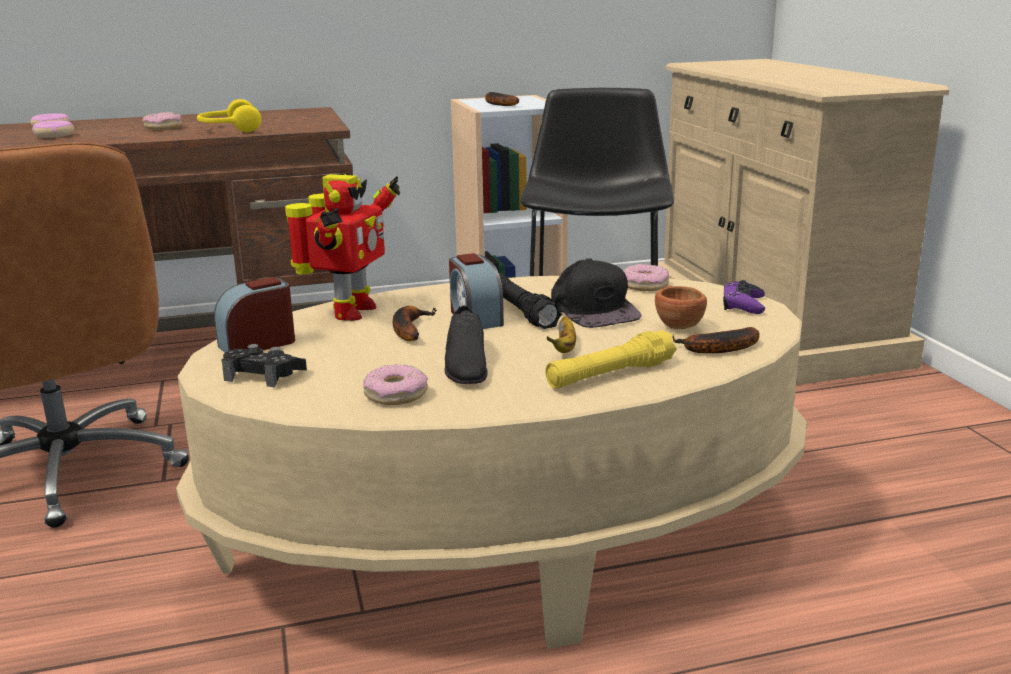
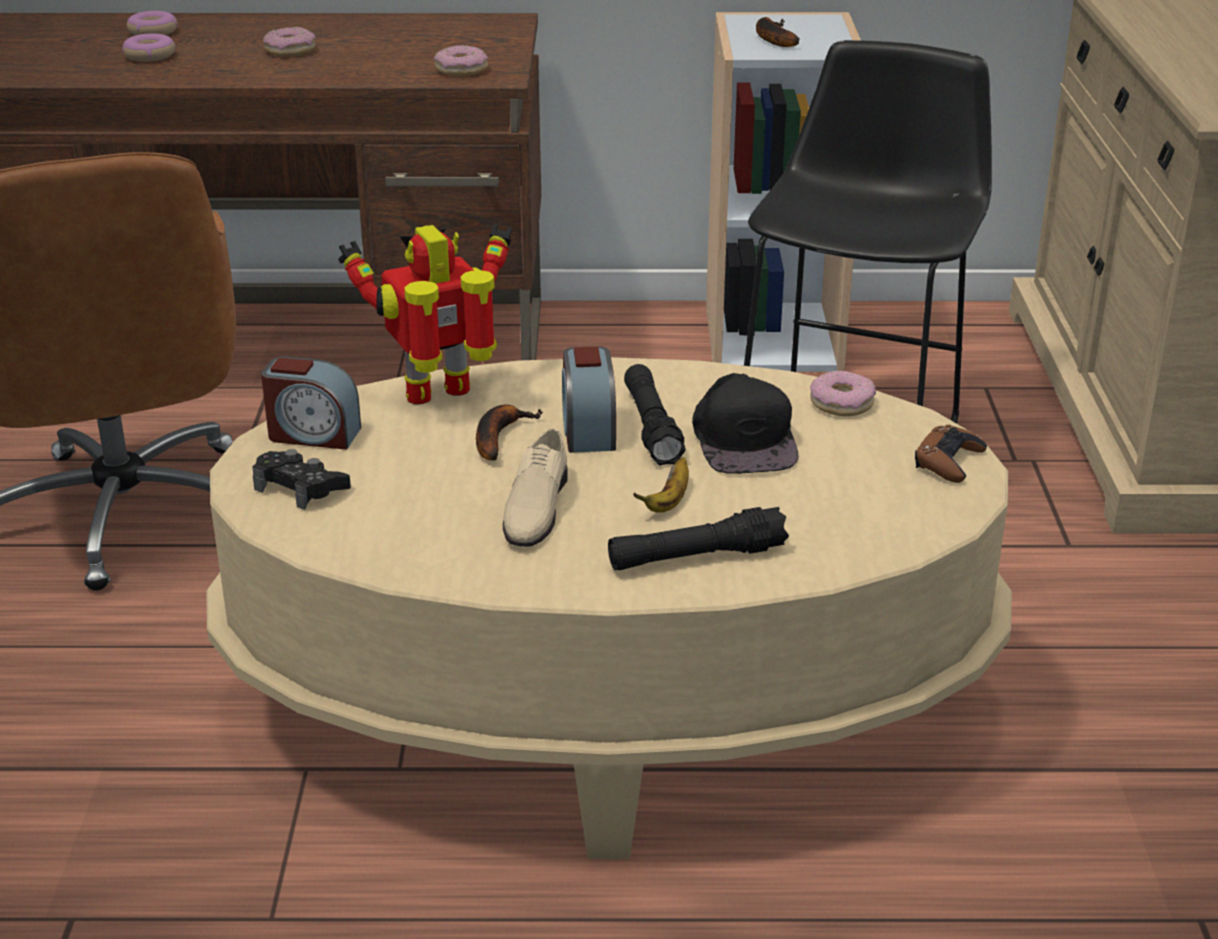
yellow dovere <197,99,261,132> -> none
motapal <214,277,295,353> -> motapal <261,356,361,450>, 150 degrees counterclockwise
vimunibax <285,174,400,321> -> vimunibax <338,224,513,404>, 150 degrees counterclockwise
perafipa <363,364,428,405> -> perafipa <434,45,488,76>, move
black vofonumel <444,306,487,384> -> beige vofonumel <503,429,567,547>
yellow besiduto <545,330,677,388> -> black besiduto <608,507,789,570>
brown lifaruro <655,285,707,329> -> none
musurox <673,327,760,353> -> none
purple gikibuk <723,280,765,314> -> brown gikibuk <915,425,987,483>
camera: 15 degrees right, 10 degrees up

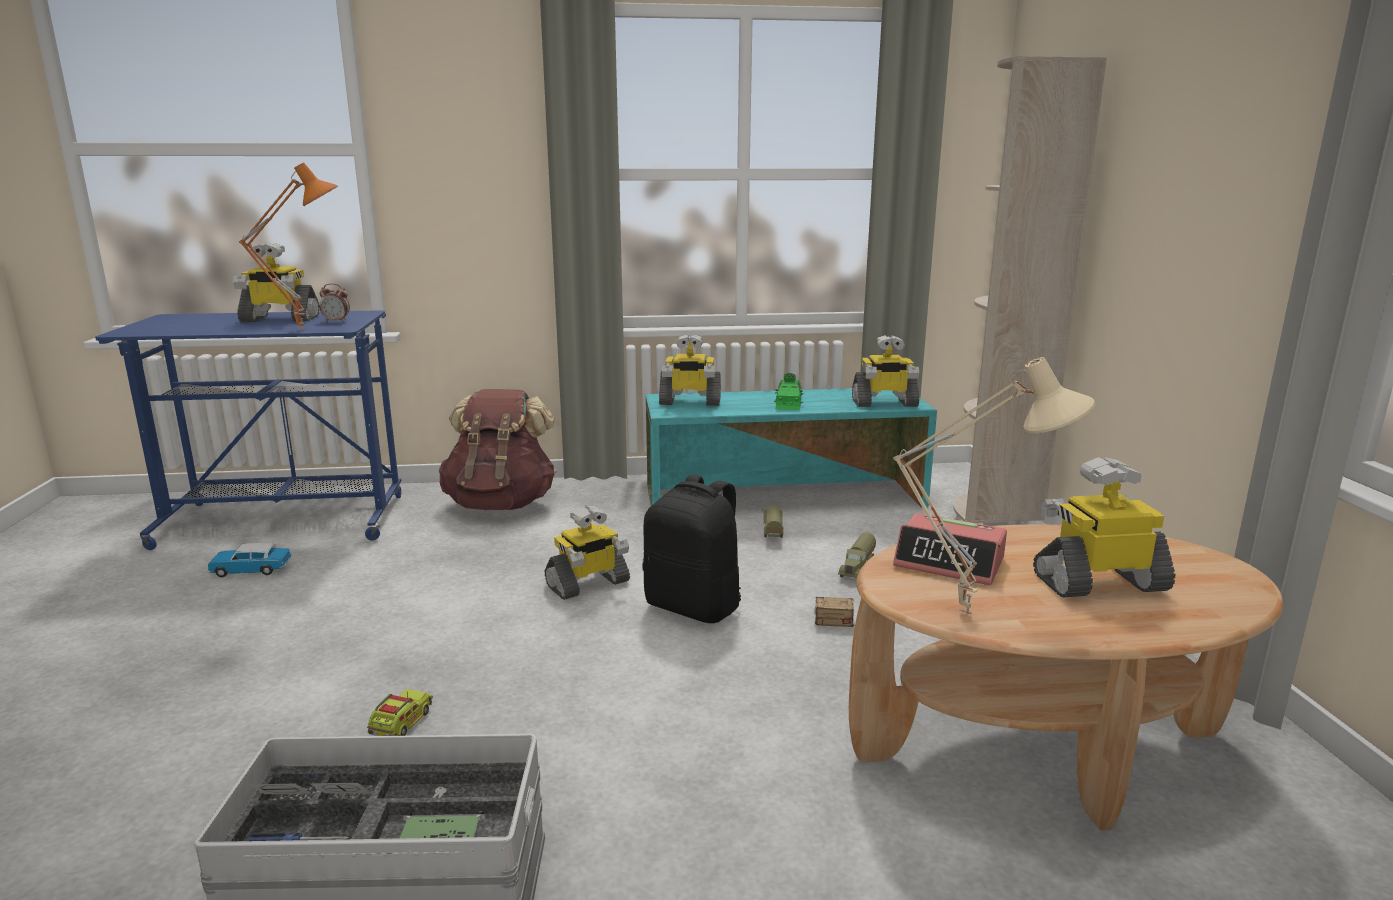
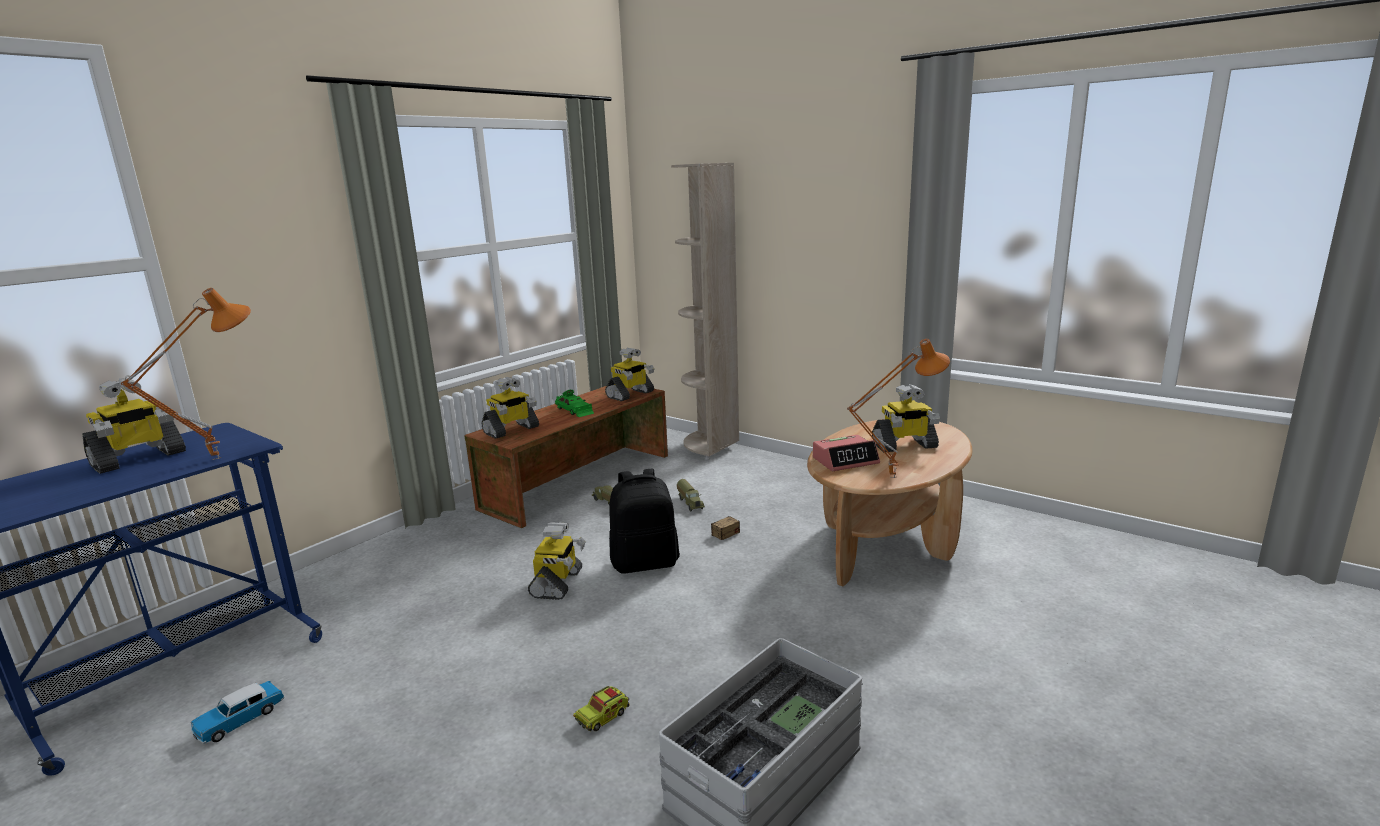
motapal <319,284,350,322> -> none
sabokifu <367,689,433,736> -> sabokifu <573,686,629,731>, 105 degrees counterclockwise
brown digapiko <439,389,556,510> -> none
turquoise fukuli <646,388,937,508> -> brown fukuli <464,386,668,528>
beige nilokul <893,357,1095,614> -> orange nilokul <847,339,950,478>
vimunibax <1033,457,1175,597> -> vimunibax <872,384,940,452>, 135 degrees counterclockwise
camera: 45 degrees left, 0 degrees up

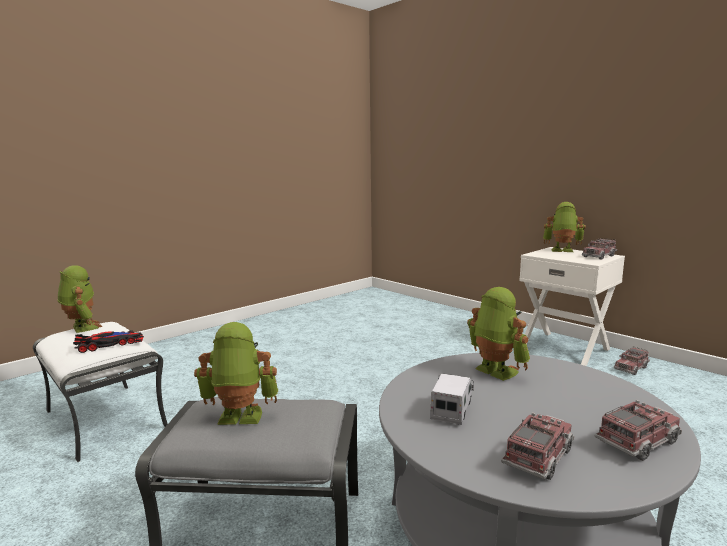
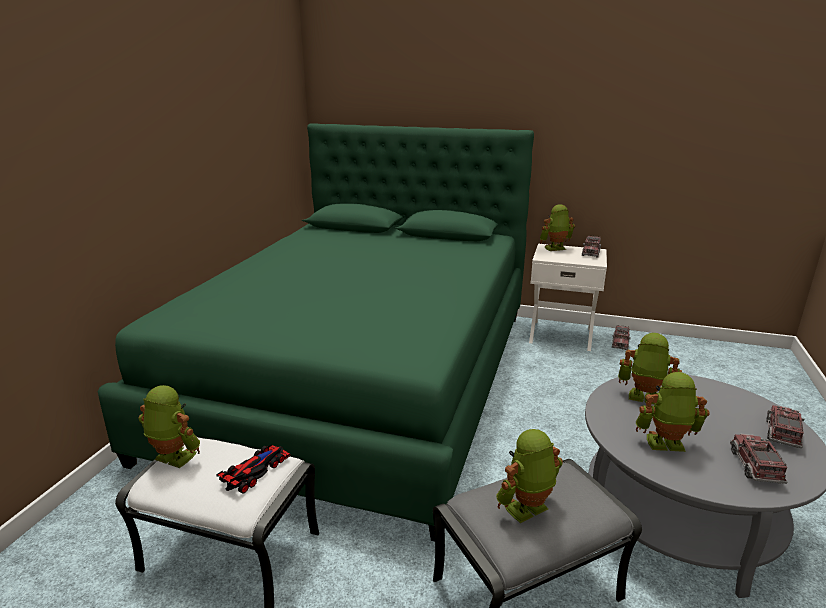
sabokifu <430,373,474,425> -> vimunibax <636,372,710,452>
none -> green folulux <98,123,534,542>
camera: 30 degrees left, 10 degrees up

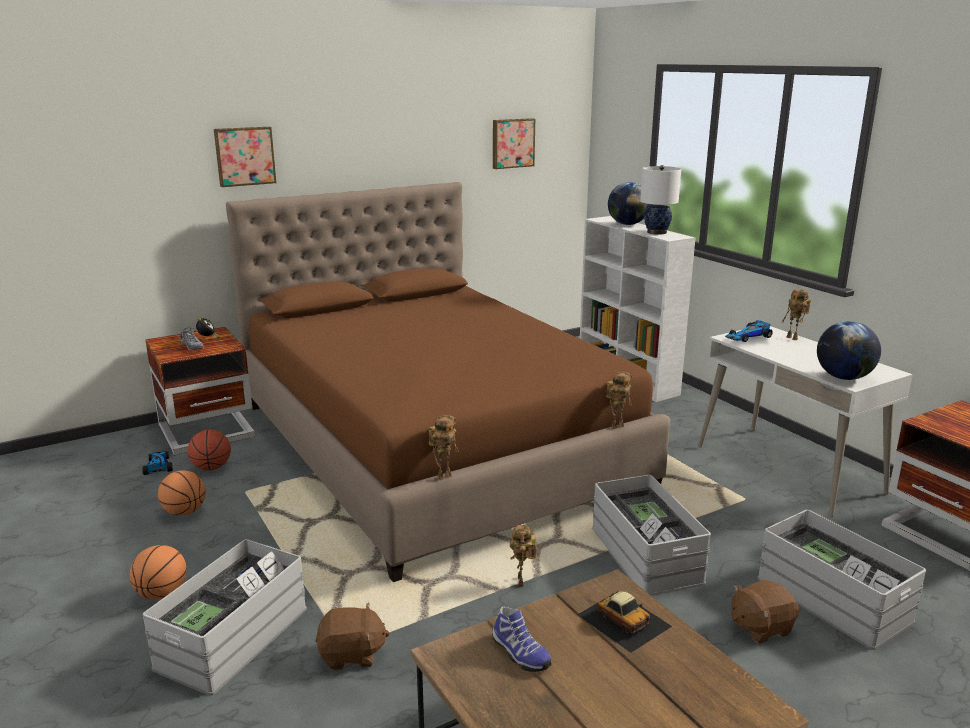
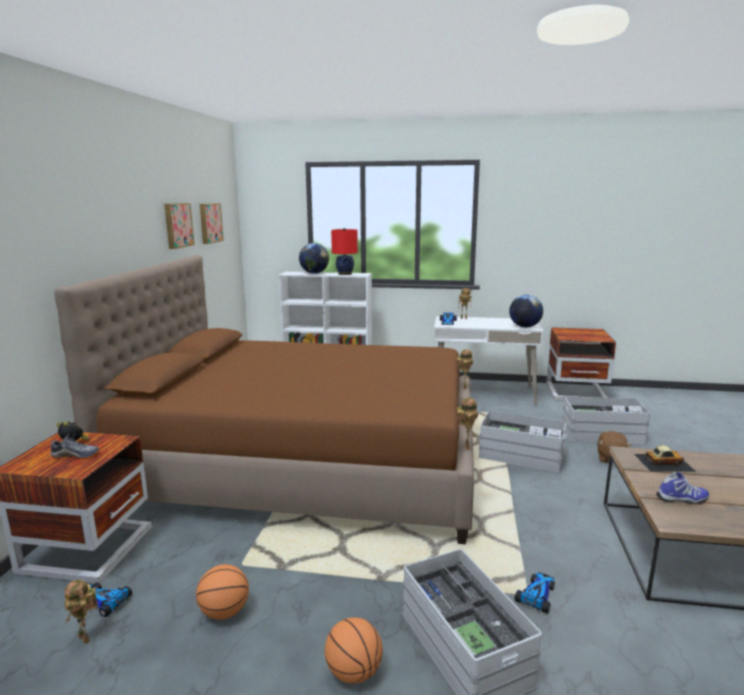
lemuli <188,430,231,470> -> none
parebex <214,127,276,187> -> parebex <164,203,195,249>, move
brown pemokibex <315,602,390,670> -> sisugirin <515,572,555,614>
vimunibax <510,525,537,587> -> vimunibax <64,579,98,644>, move
white nilokul <640,165,681,235> -> red nilokul <331,228,358,275>
camera: 50 degrees left, 5 degrees down

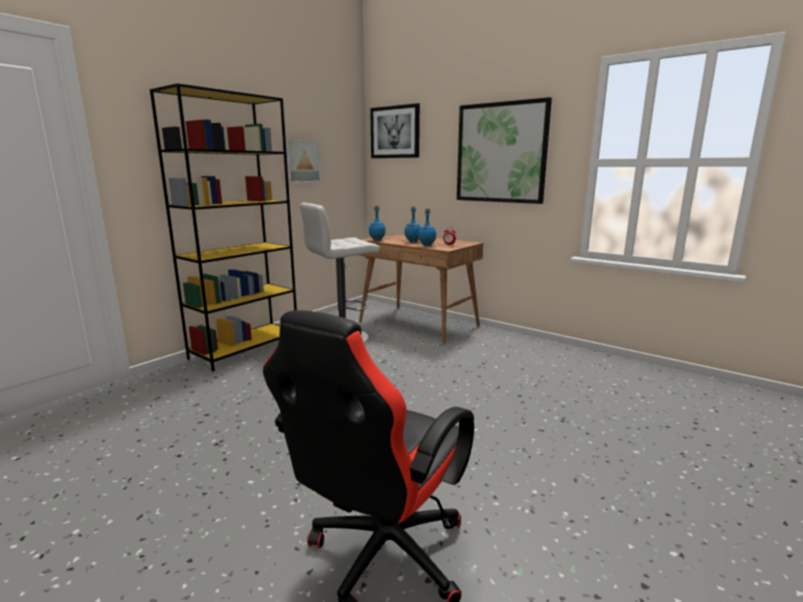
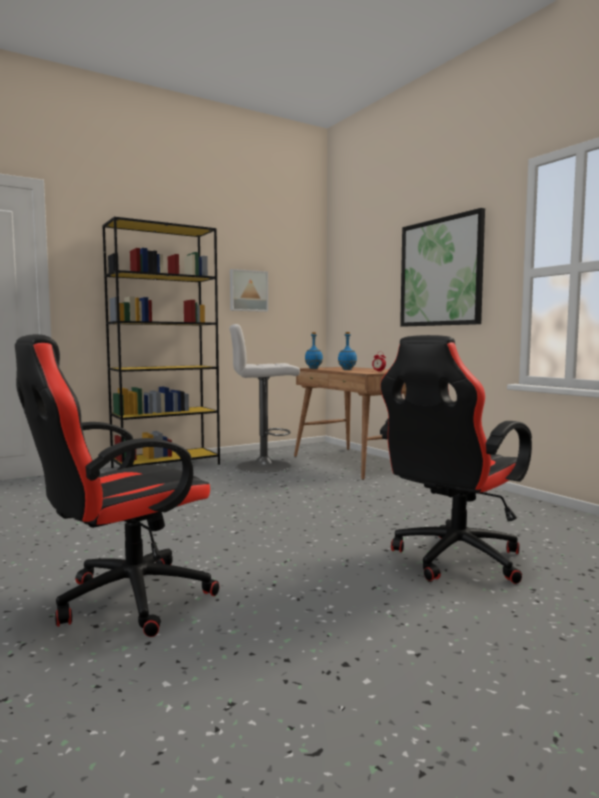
parebex <370,103,420,158> -> none
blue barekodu <418,208,436,246> -> none
none -> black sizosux <380,335,532,584>
camera: 20 degrees right, 10 degrees down

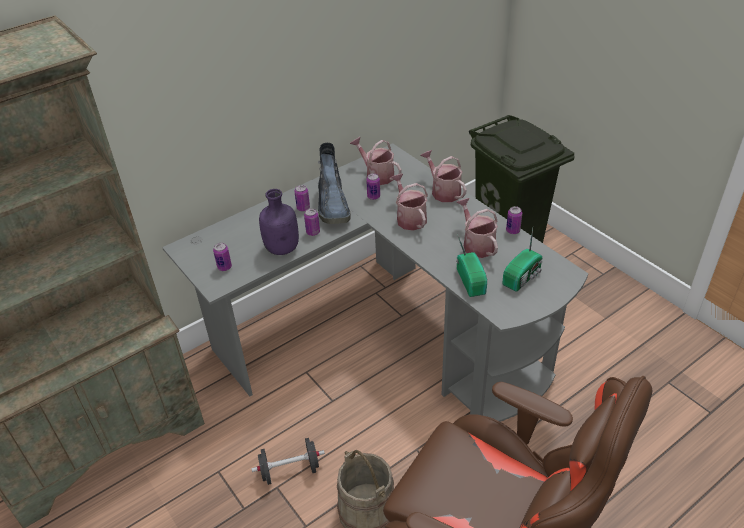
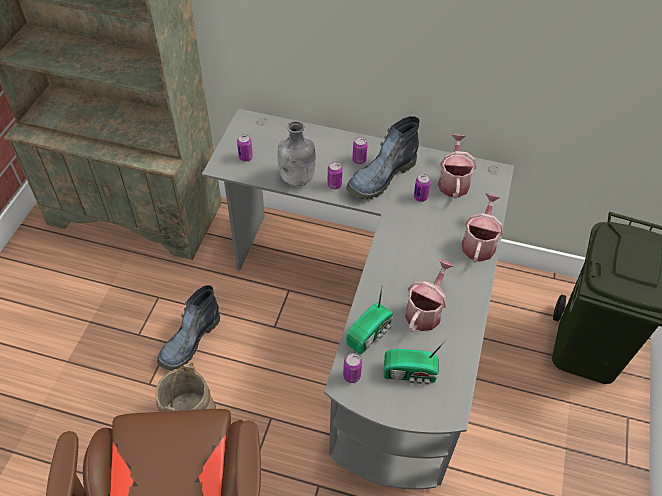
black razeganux <251,438,325,485> -> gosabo <157,285,220,371>
purple barekodu <259,189,299,255> -> grey barekodu <277,121,316,186>
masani <391,174,428,231> -> none
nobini <506,206,522,234> -> nobini <343,353,362,383>, move
camera: 50 degrees right, 10 degrees up

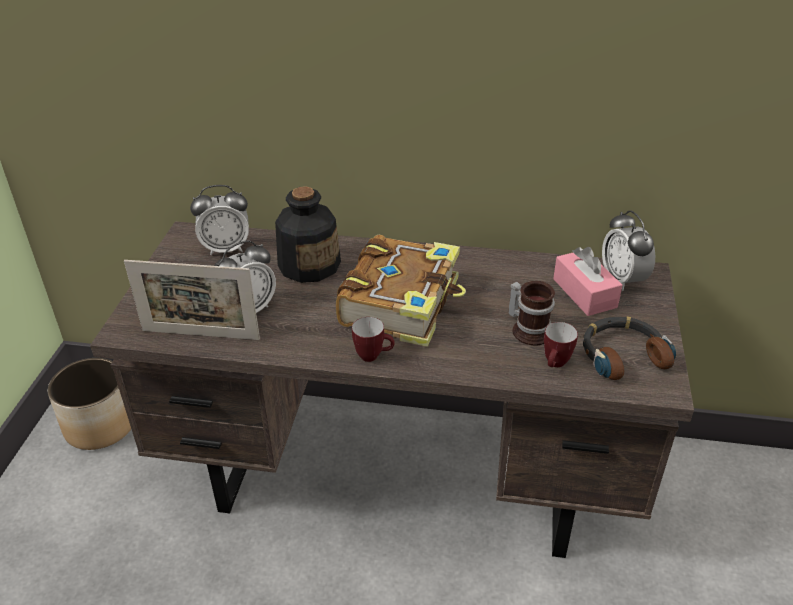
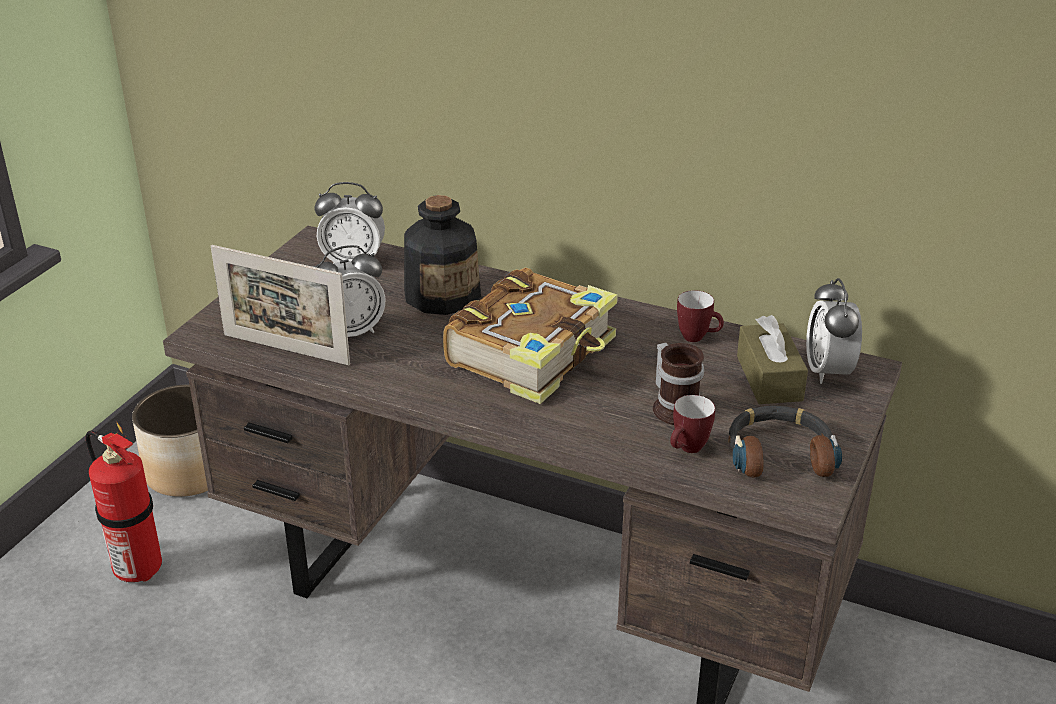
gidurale <352,317,395,362> -> gidurale <677,290,724,342>, move
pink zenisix <553,247,622,316> -> brown zenisix <737,315,808,404>
none -> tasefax <86,423,162,582>
camera: 15 degrees right, 5 degrees down

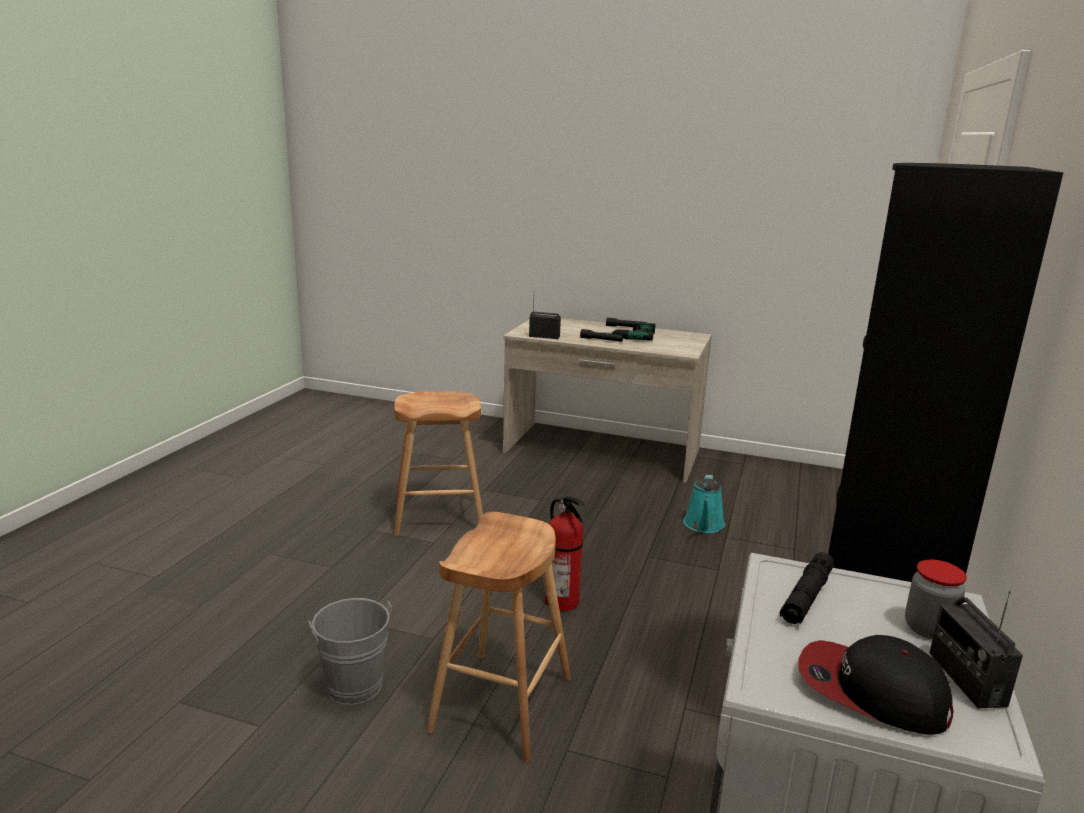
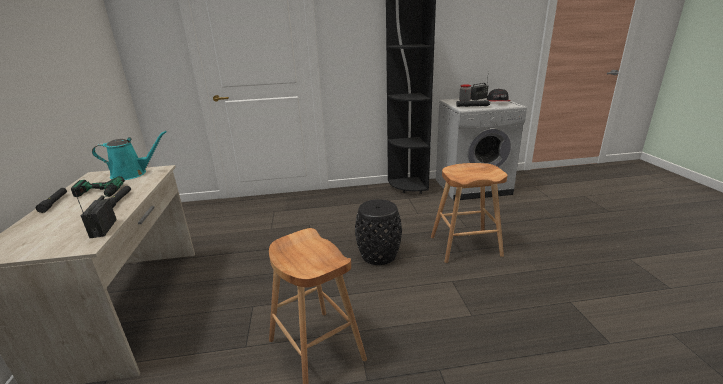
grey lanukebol <308,598,392,705> -> none
tasefax <545,496,585,611> -> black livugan <355,199,402,265>
turquoise masani <683,475,725,533> -> turquoise masani <92,131,167,180>, move
camera: 115 degrees left, 5 degrees up

